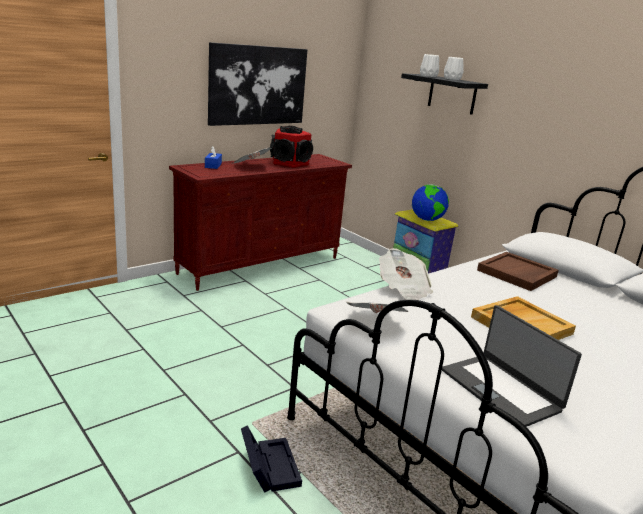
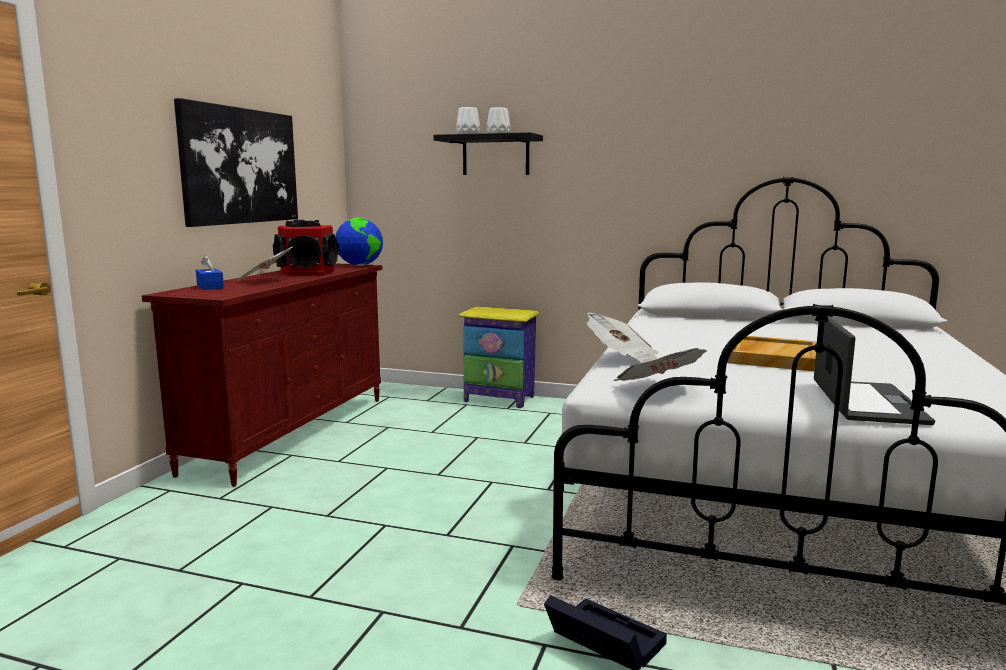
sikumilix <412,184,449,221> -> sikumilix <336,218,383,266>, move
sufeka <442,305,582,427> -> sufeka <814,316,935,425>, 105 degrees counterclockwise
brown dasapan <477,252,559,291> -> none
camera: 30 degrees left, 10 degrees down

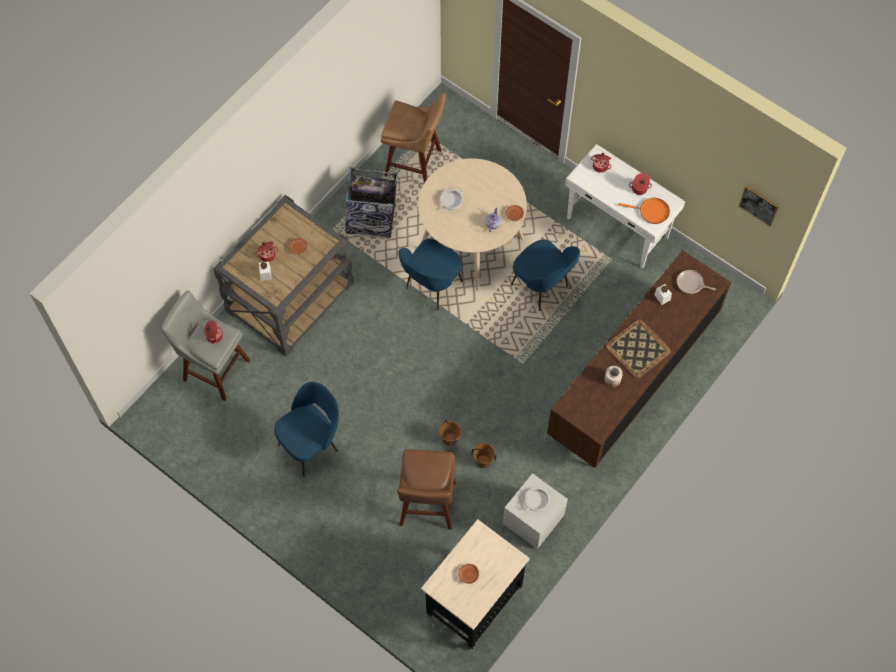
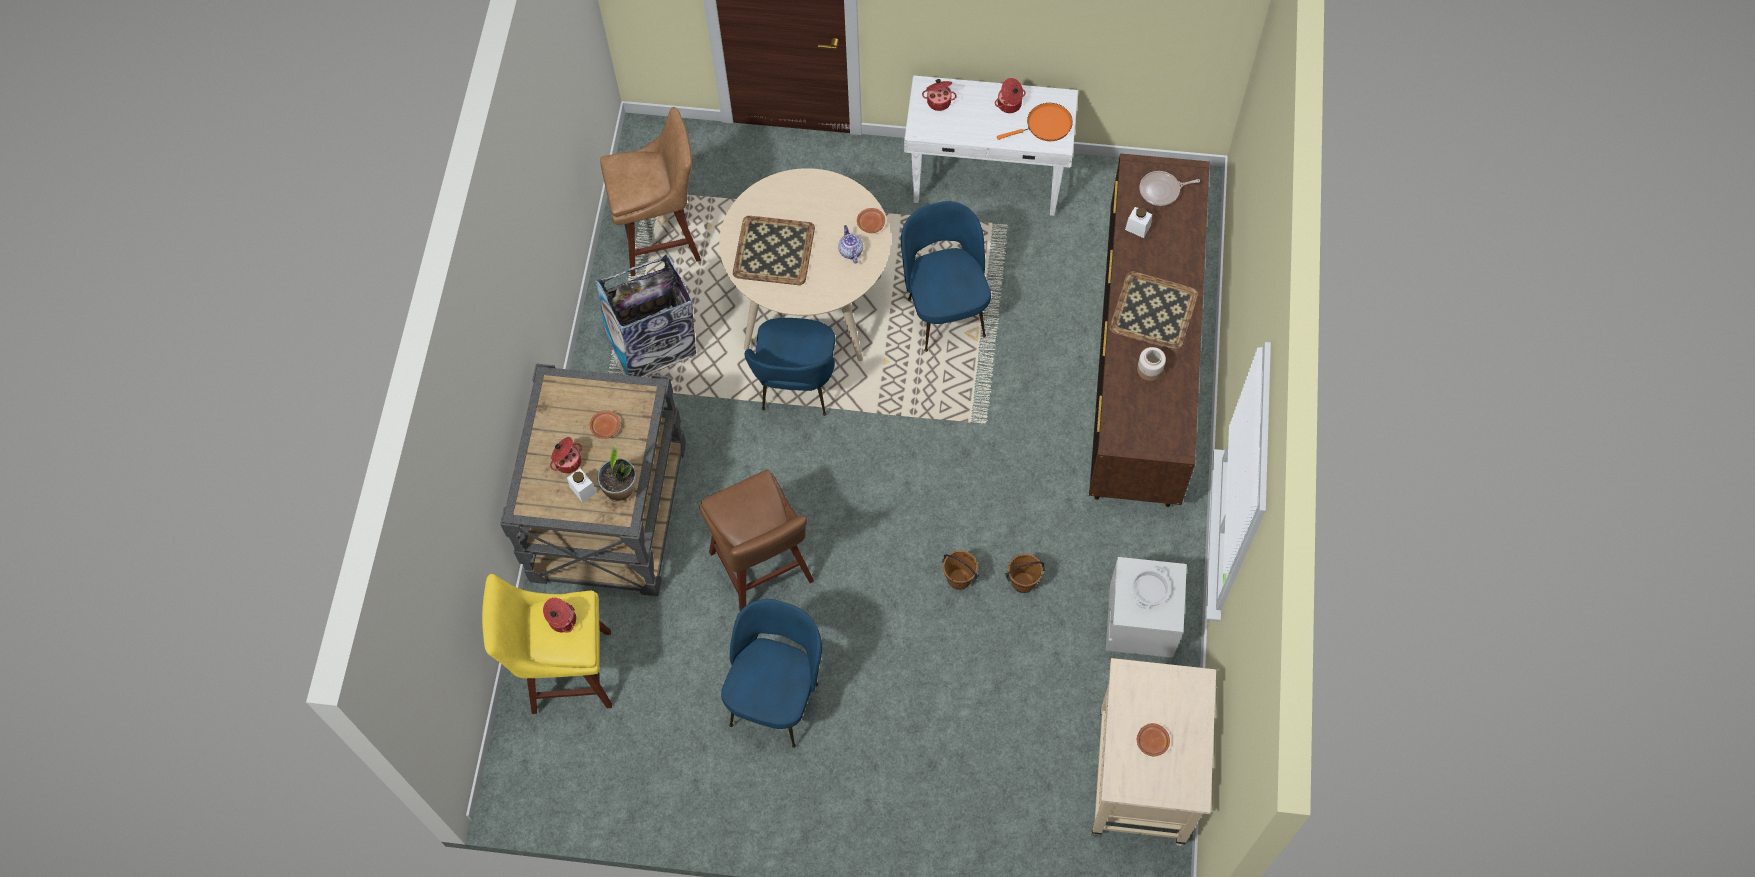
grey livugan <161,291,251,401> -> yellow livugan <482,574,612,714>
brown livugan <397,449,455,530> -> brown livugan <699,470,814,611>, move
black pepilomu <421,519,530,650> -> beige pepilomu <1091,658,1216,846>
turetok <440,188,463,210> -> dasapan <733,216,815,285>
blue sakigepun <511,239,580,311> -> blue sakigepun <901,201,991,352>, 120 degrees counterclockwise
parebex <739,186,779,227> -> none
none -> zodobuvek <597,444,636,502>
camera: 30 degrees left, 0 degrees up

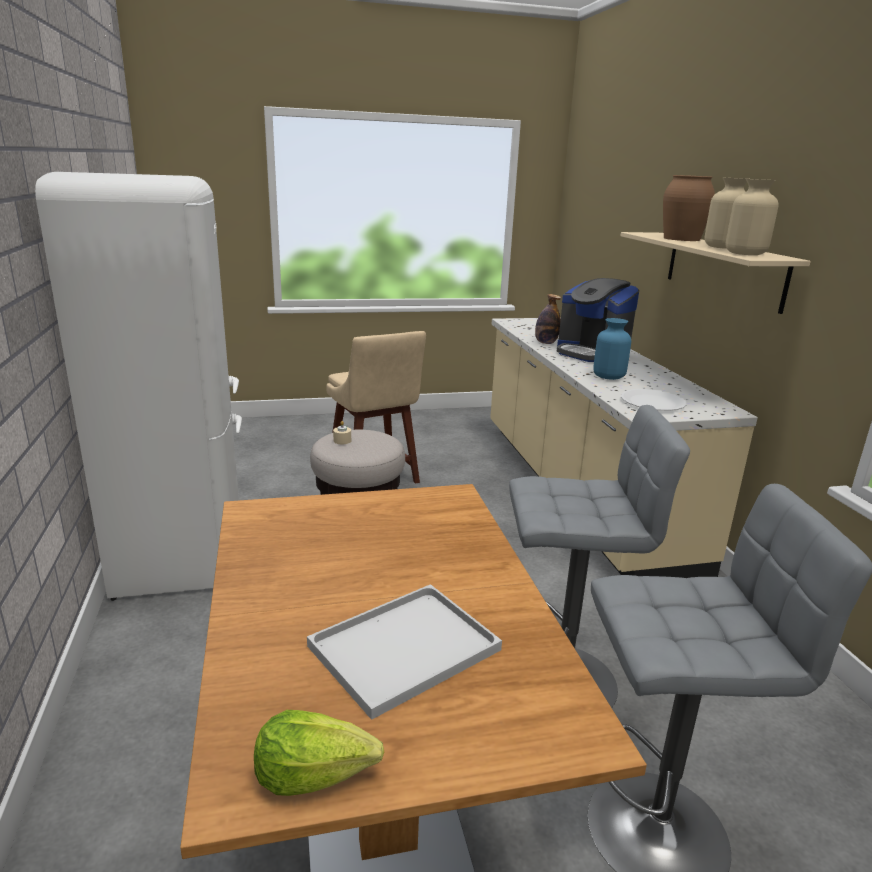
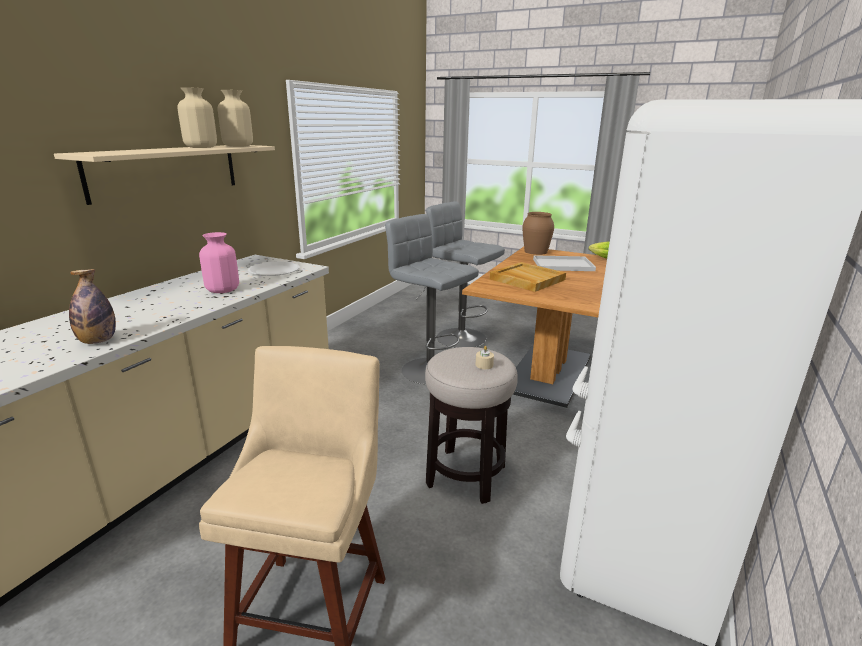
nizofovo <557,278,639,362> -> none
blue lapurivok <593,318,631,380> -> pink lapurivok <199,232,239,293>
brown lapurivok <663,175,715,241> -> brown lapurivok <522,212,554,255>, move
none -> beige dasapan <489,262,566,292>
camera: 140 degrees left, 0 degrees up

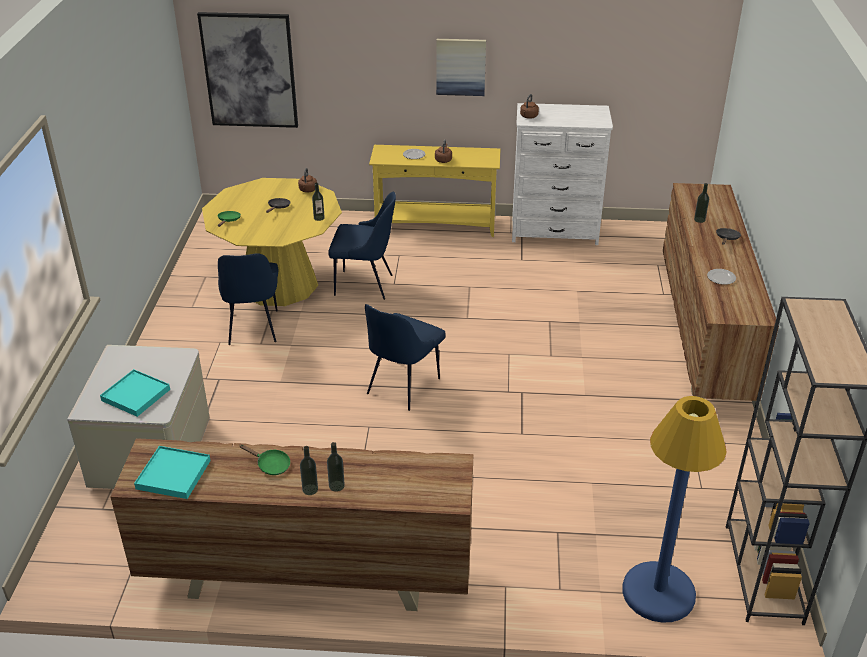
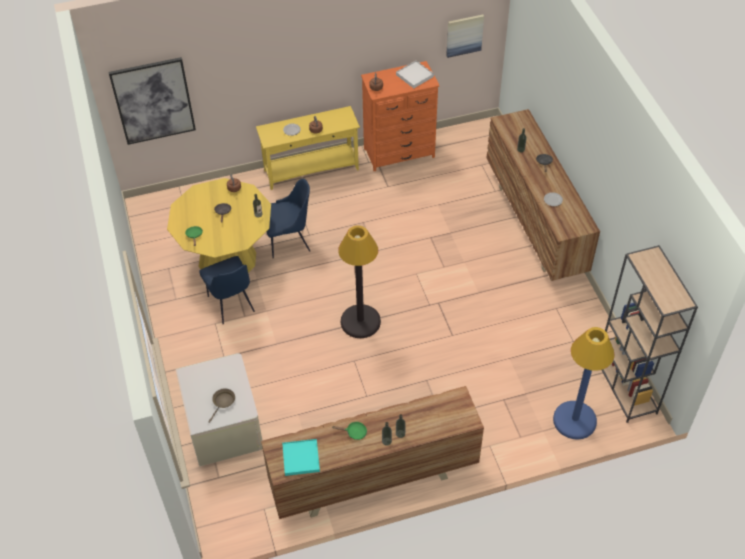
turquoise dasapan <100,369,170,417> -> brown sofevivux <208,388,235,423>
blue sakigepun <365,304,445,411> -> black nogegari <338,225,381,338>
parebex <436,39,486,96> -> parebex <446,14,484,58>, move
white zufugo <512,103,613,245> -> orange zufugo <361,61,439,171>
none -> white dasapan <396,61,434,88>
camera: 20 degrees left, 15 degrees up

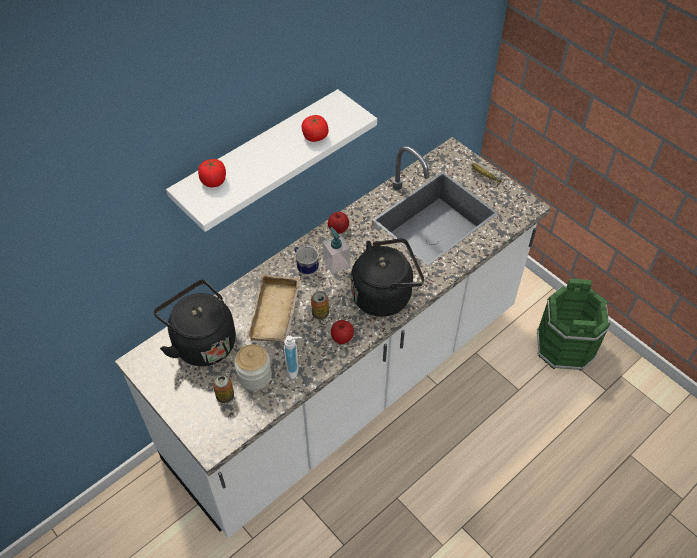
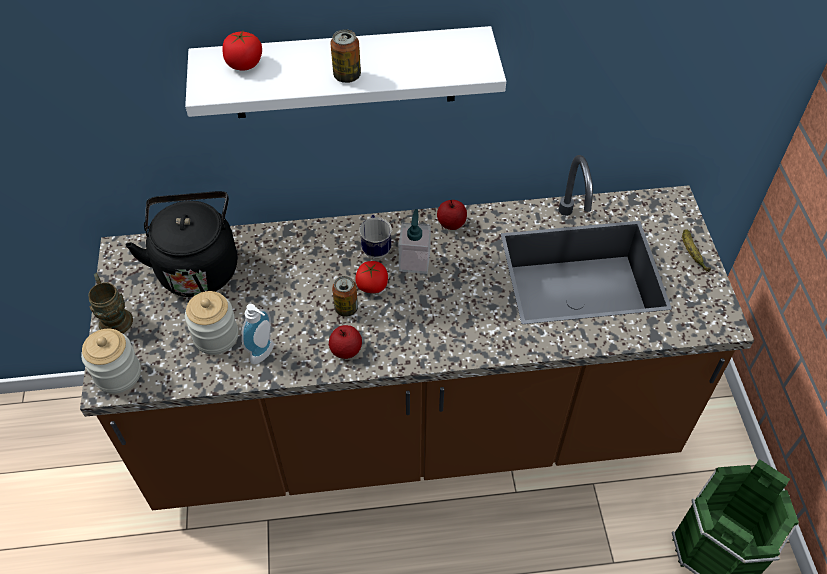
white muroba <115,137,551,538> -> brown muroba <80,155,754,510>
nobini <213,374,234,403> -> nobini <330,29,361,83>, move
beige dasapan <247,274,300,342> -> none
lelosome <301,115,329,142> -> lelosome <355,261,388,293>, move
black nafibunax <351,238,424,317> -> none
none -> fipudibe <81,329,141,394>
none -> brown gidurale <88,273,133,333>
camera: 35 degrees right, 0 degrees up

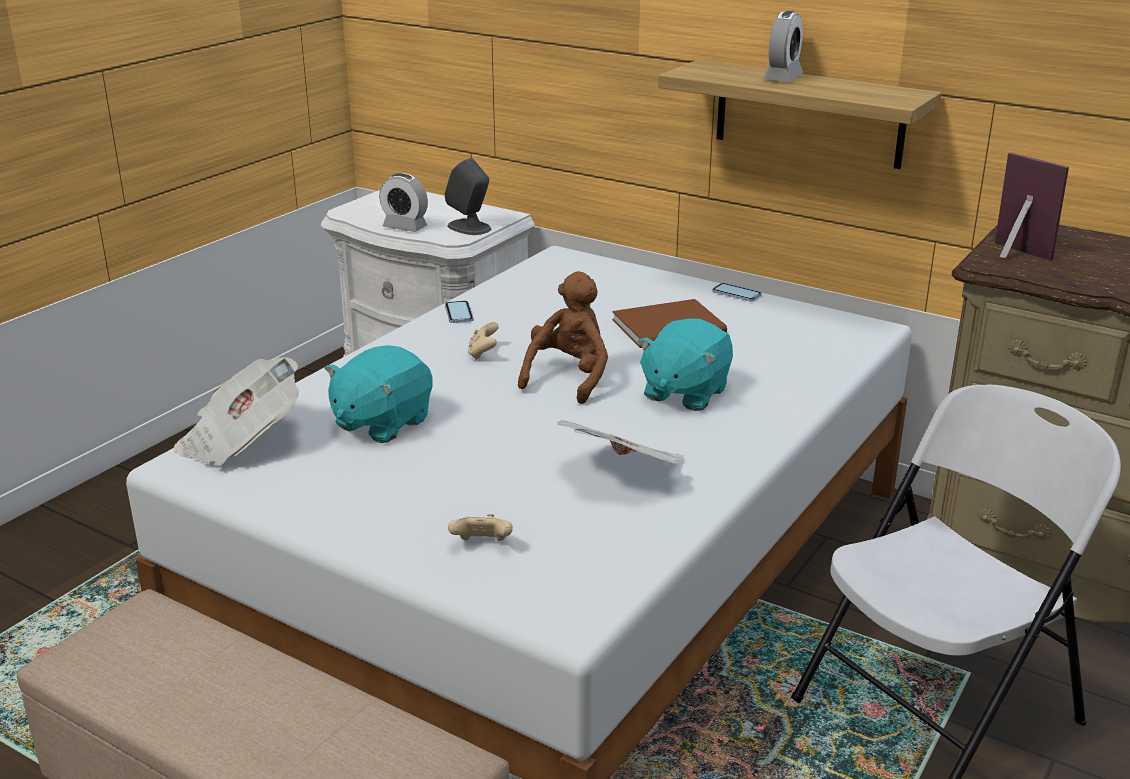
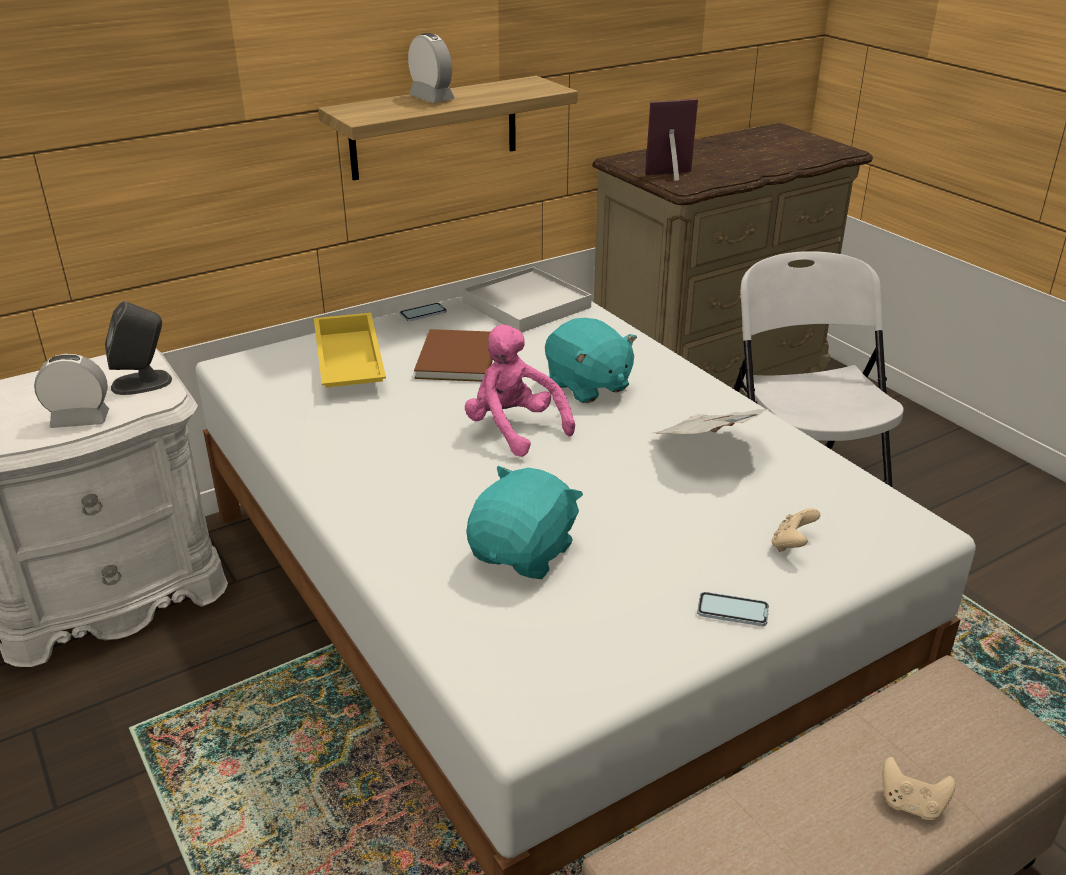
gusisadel <174,357,299,466> -> none
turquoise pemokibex <325,345,433,443> -> turquoise pemokibex <466,466,583,579>, 120 degrees counterclockwise
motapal <379,173,428,232> -> motapal <34,354,109,428>, 150 degrees counterclockwise
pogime <445,301,474,323> -> pogime <697,592,769,626>, move
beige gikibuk <468,322,499,360> -> beige gikibuk <883,757,956,820>, move
brown pemokibex <518,271,608,404> -> pink pemokibex <465,324,575,457>
none -> yellow dasapan <314,313,386,388>
none -> white dasapan <462,267,592,333>
camera: 65 degrees left, 5 degrees up

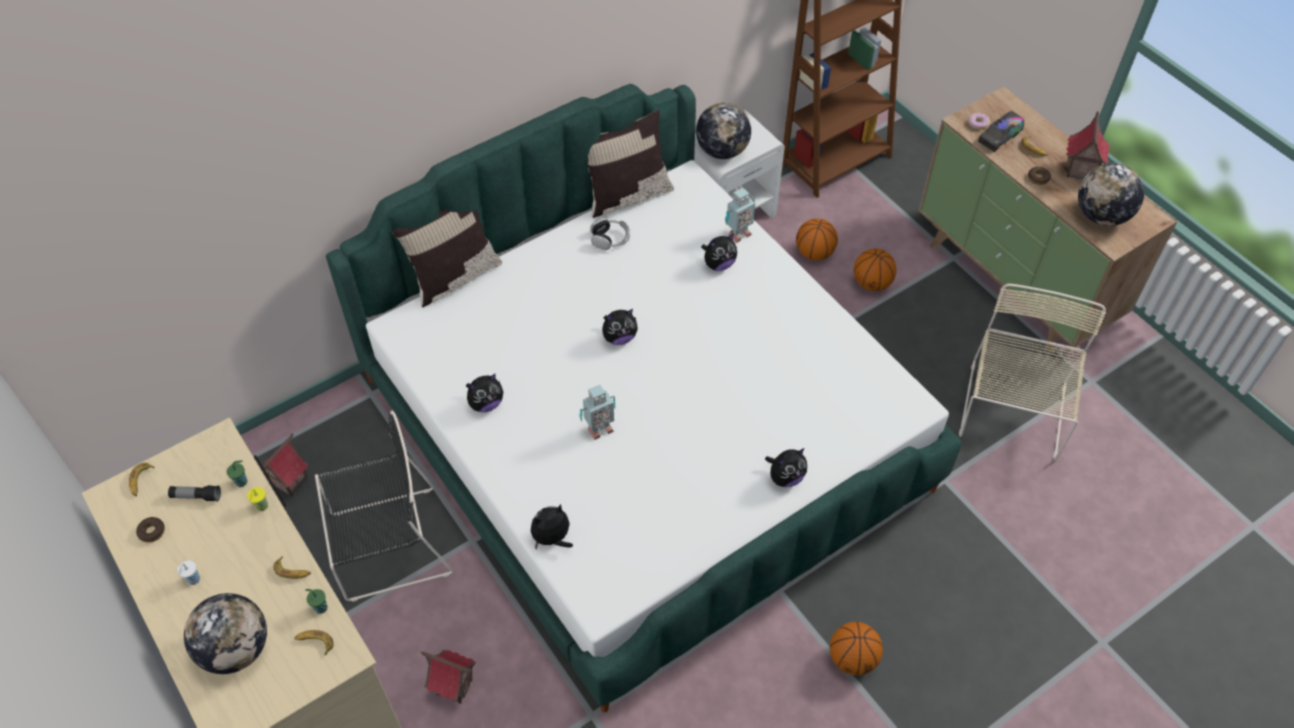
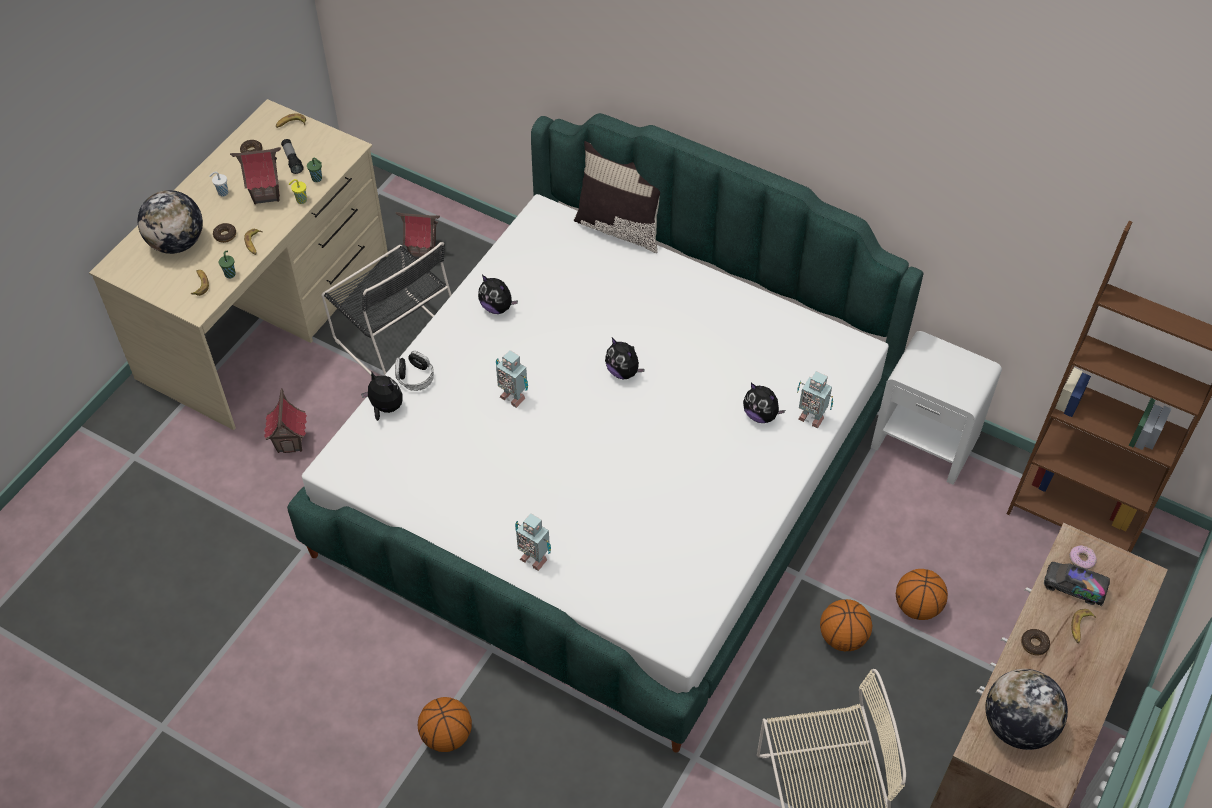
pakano <588,110,674,218> -> none
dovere <590,218,630,250> -> dovere <395,351,434,391>, move
sikumilix <696,103,751,159> -> none
pemokibex <765,448,807,487> -> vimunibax <515,513,551,571>
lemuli <796,218,838,261> -> lemuli <820,599,872,651>, move
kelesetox <1066,111,1110,179> -> kelesetox <230,147,281,205>, move
none -> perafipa <213,223,236,243>
camera: 65 degrees right, 0 degrees up

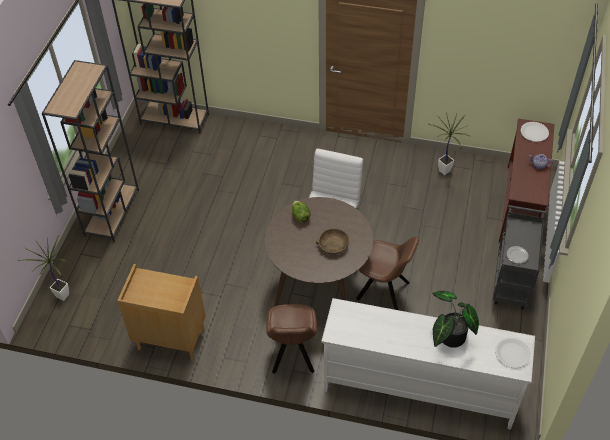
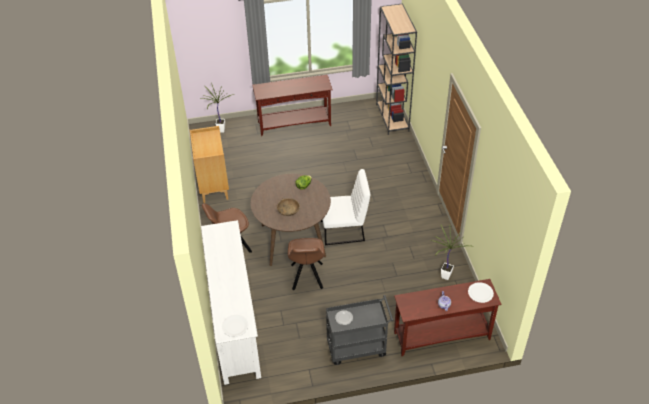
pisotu <42,60,139,242> -> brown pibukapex <252,75,333,136>
zodobuvek <432,291,479,348> -> none
camera: 65 degrees right, 5 degrees down

